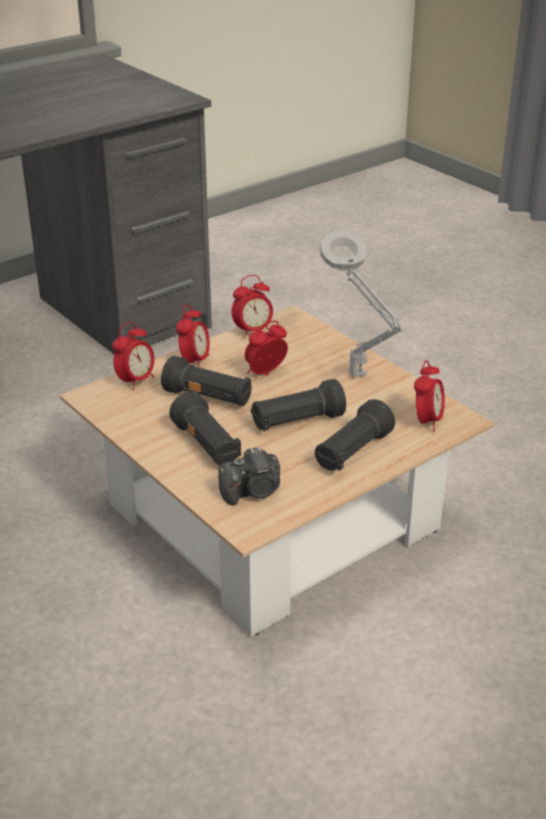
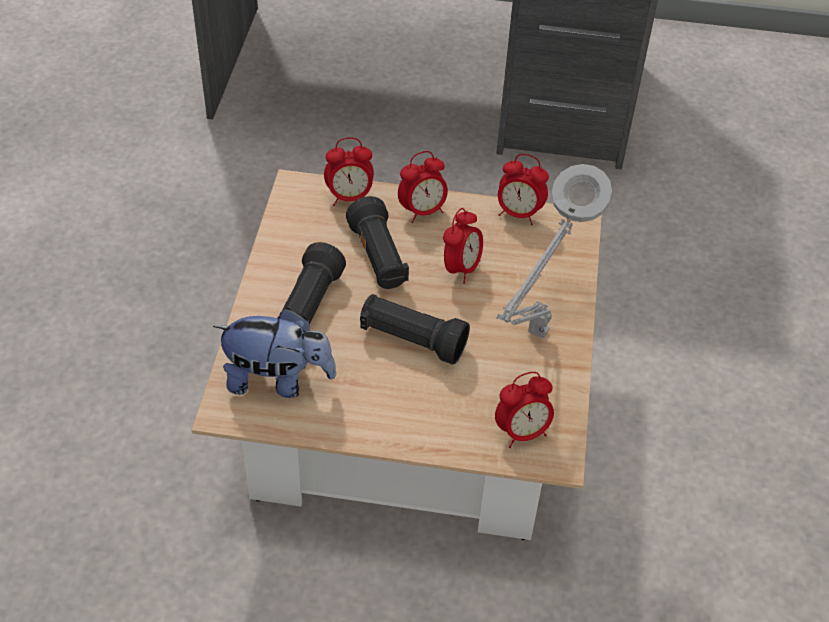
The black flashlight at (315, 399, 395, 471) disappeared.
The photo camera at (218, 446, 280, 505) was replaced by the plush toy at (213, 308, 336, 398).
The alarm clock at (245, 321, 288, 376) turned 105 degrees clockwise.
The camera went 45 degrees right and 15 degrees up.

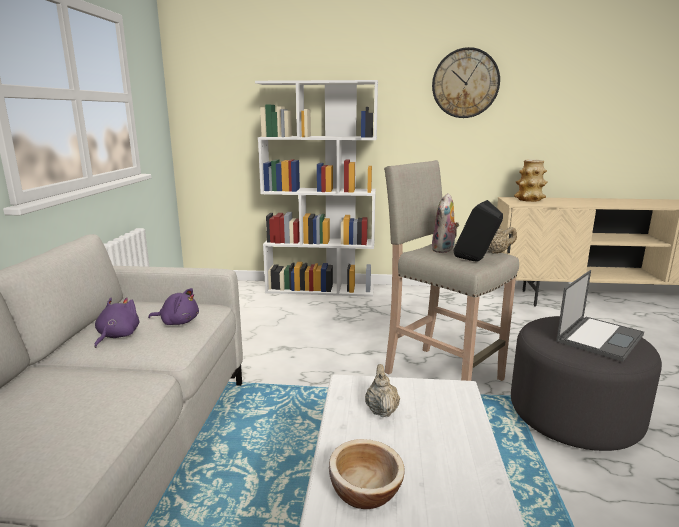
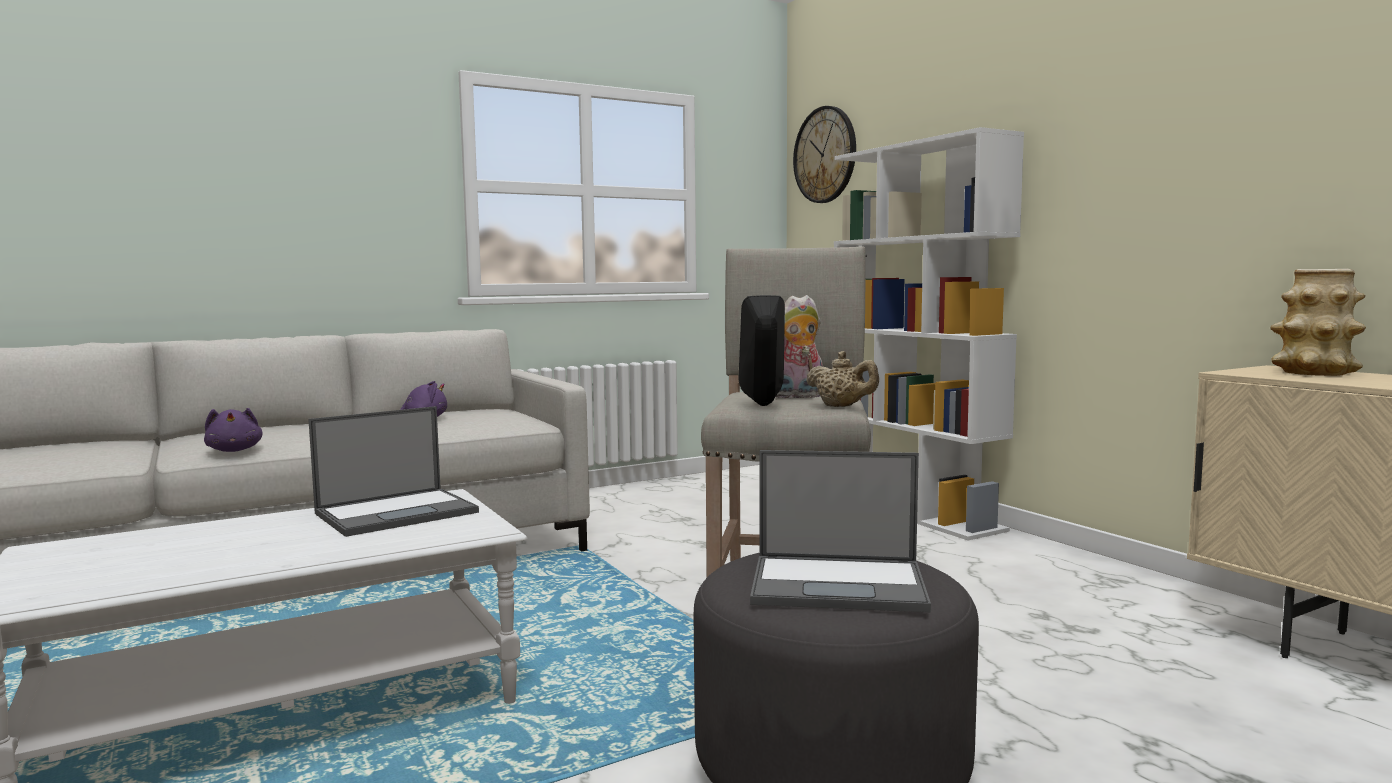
The bowl at (329, 439, 405, 509) disappeared.
The purple plush toy moved from (148, 288, 199, 325) to (204, 408, 263, 452).
The wall clock moved from (432, 47, 500, 118) to (793, 106, 856, 203).
The beige teapot at (365, 364, 400, 417) was replaced by the laptop at (308, 406, 479, 537).
The camera went 55 degrees right and 10 degrees down.

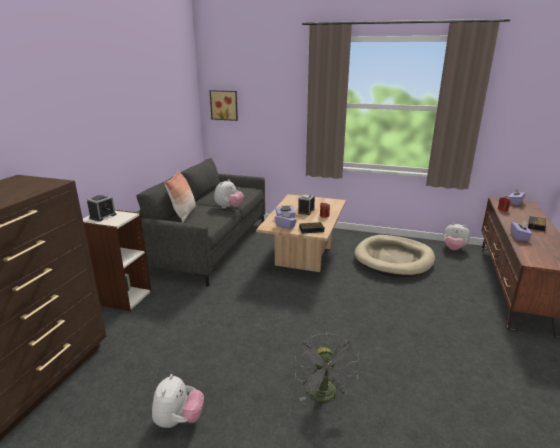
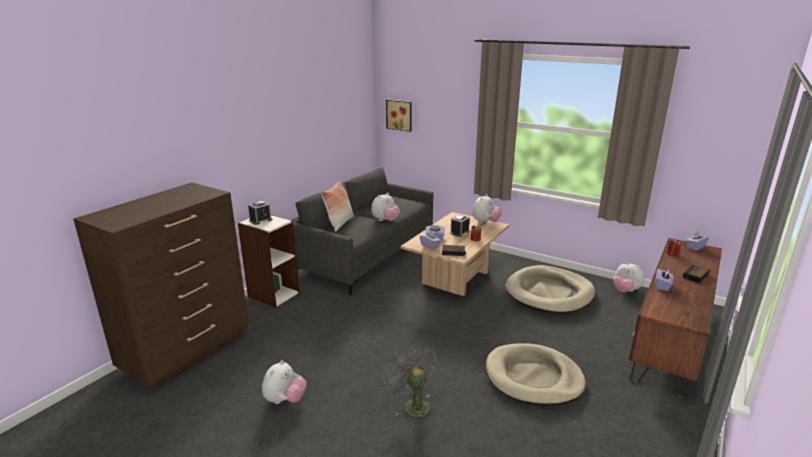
The plush toy at (473, 194, 502, 224) appeared.
The beige dog bed at (486, 343, 586, 406) appeared.
The grey fan at (293, 333, 359, 401) turned 135 degrees clockwise.
The camera went 15 degrees right and 0 degrees up.

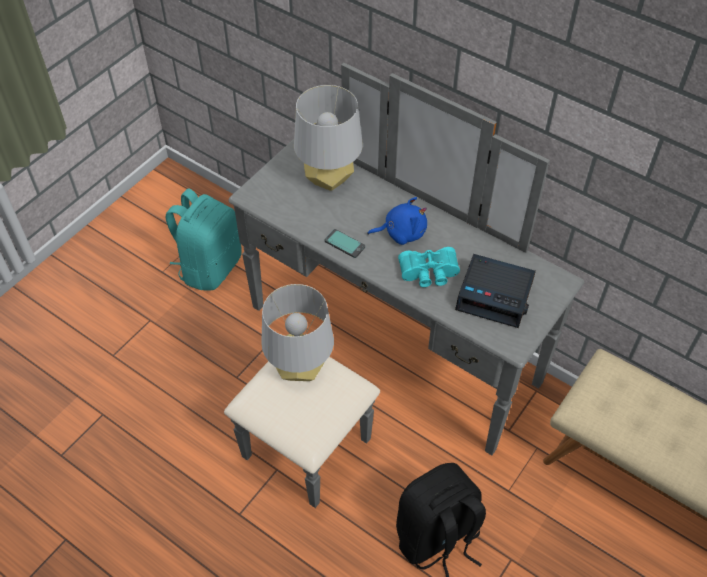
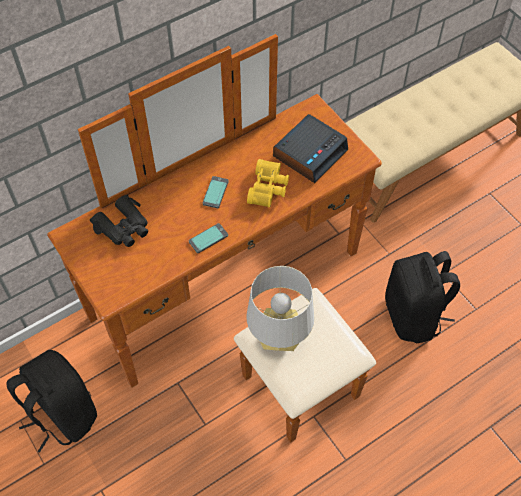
The grey table lamp at (294, 85, 363, 191) was replaced by the black binoculars at (90, 194, 148, 247).
The blue plush toy at (368, 197, 427, 245) was replaced by the phone at (203, 176, 229, 208).
The turquoise backpack at (166, 189, 242, 291) became the black backpack at (6, 350, 97, 453).
The grey dresser at (224, 63, 585, 508) became the brown dresser at (47, 34, 382, 443).
The turquoise binoculars at (398, 247, 460, 287) became the yellow binoculars at (247, 159, 289, 208).
The camera went 70 degrees left and 5 degrees up.

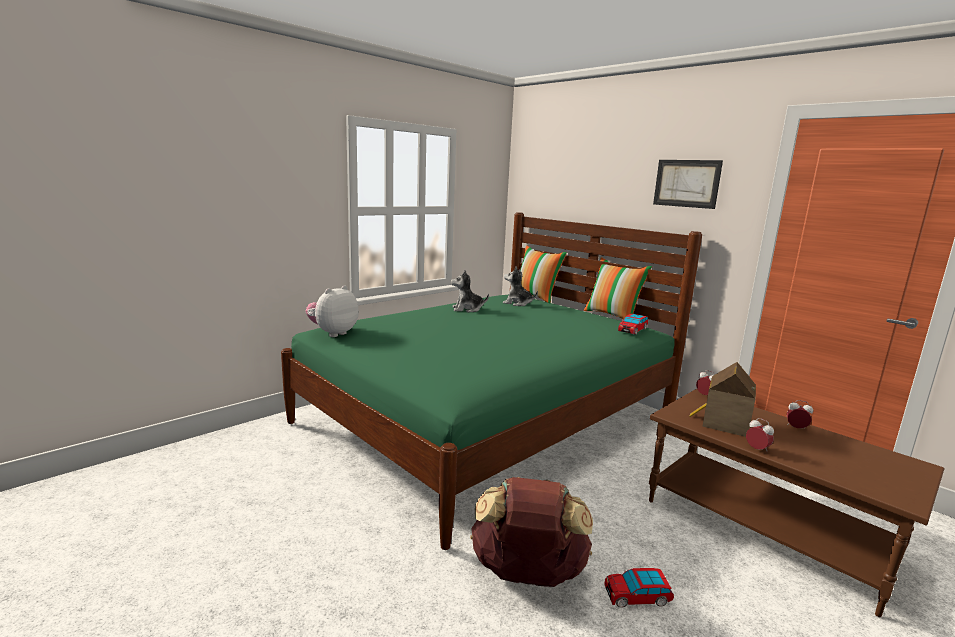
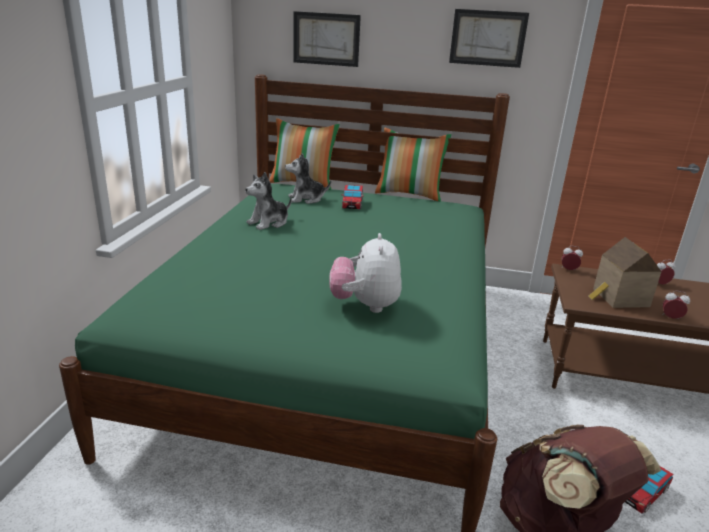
The picture at (294, 11, 361, 67) appeared.
The plush toy moved from (305, 285, 359, 337) to (329, 233, 402, 313).
The toy car moved from (618, 314, 648, 335) to (342, 185, 364, 209).
The camera went 35 degrees left and 10 degrees up.

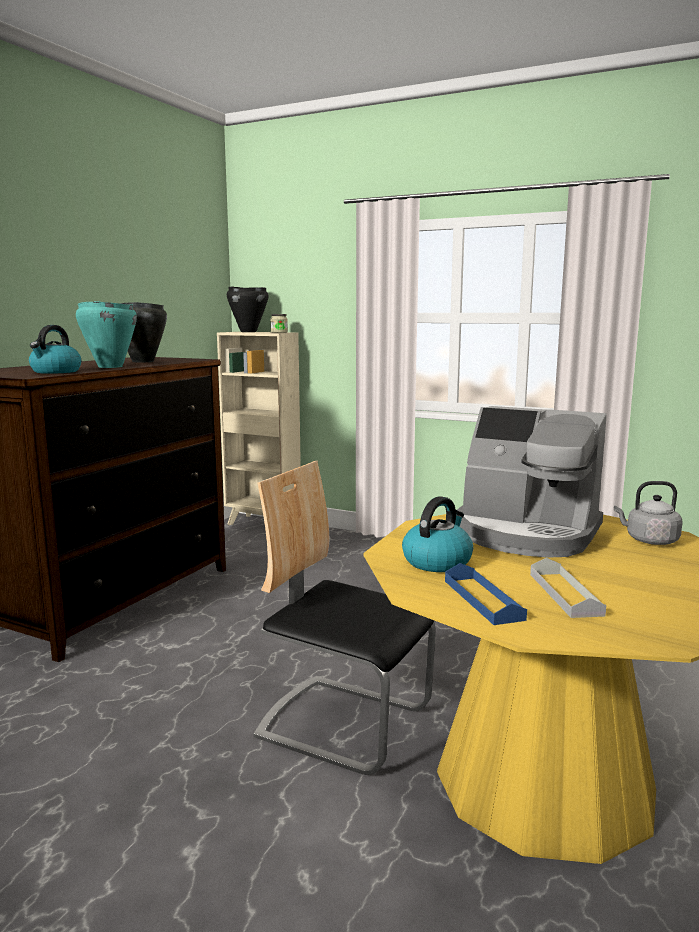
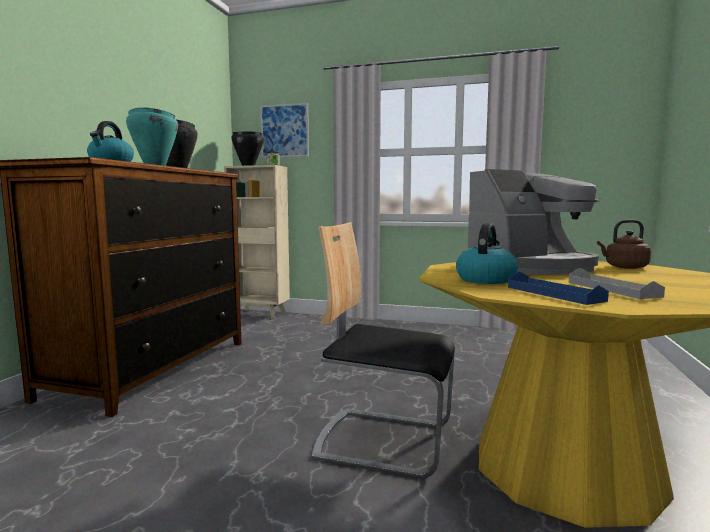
The picture at (260, 103, 309, 158) appeared.
The grey kettle at (614, 481, 683, 545) became the brown kettle at (597, 220, 651, 269).
The coffee machine at (457, 406, 607, 558) turned 45 degrees counterclockwise.
The camera went 10 degrees left and 5 degrees down.

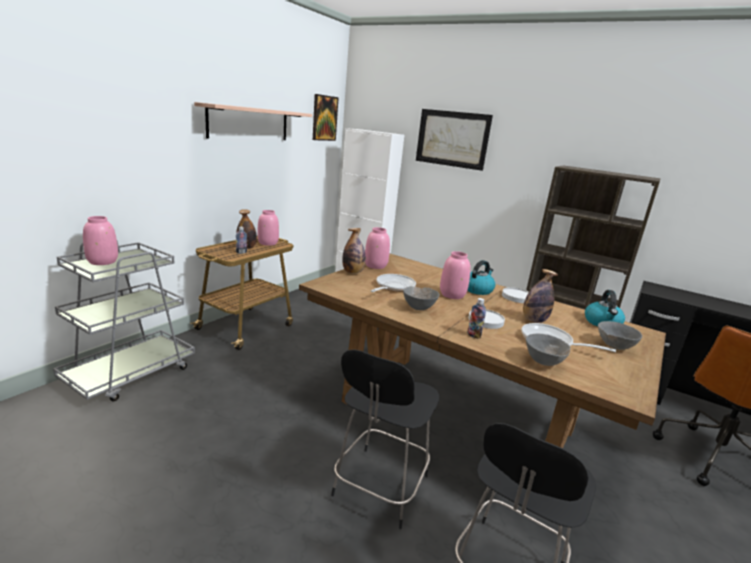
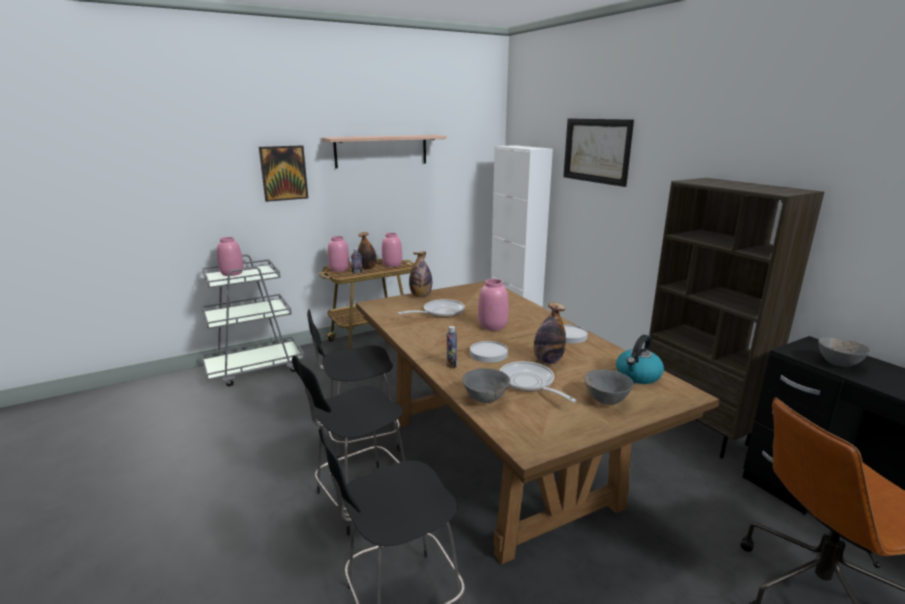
The kettle at (467, 260, 496, 295) disappeared.
The black stool at (307, 309, 400, 458) appeared.
The picture moved from (313, 94, 339, 141) to (259, 145, 308, 202).
The pink vase moved from (365, 227, 390, 269) to (328, 236, 350, 272).
The grey bowl moved from (403, 286, 440, 310) to (818, 337, 871, 367).
The camera went 30 degrees right and 0 degrees up.

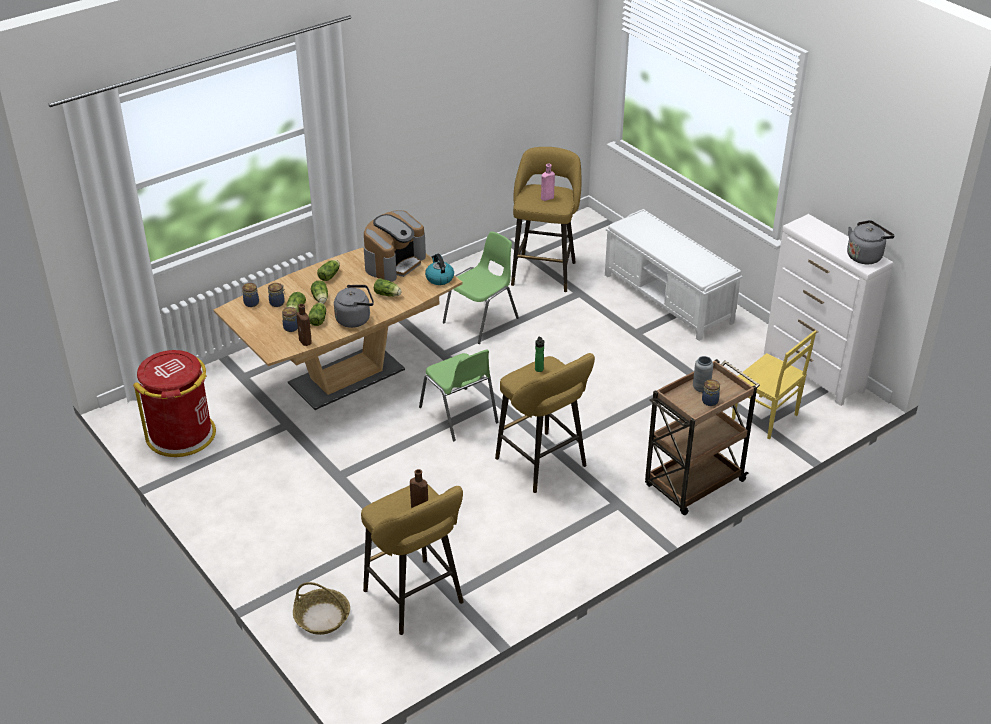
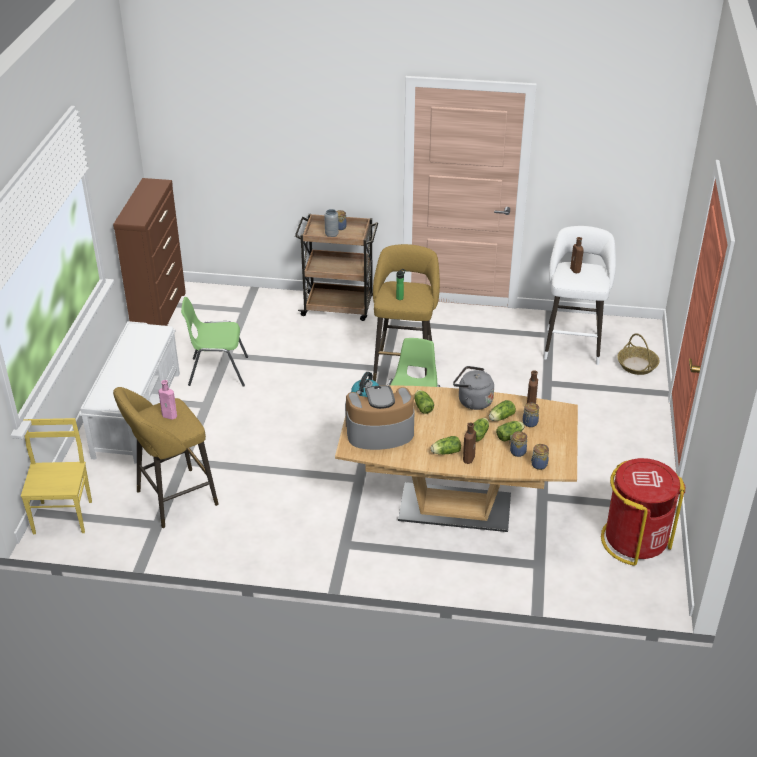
The grey kettle at (847, 220, 895, 264) disappeared.
The brown bottle at (463, 422, 476, 464) appeared.
The green chair moved from (443, 232, 519, 344) to (181, 297, 248, 387).
The yellow chair moved from (732, 331, 816, 439) to (21, 418, 92, 534).
The yellow stool at (361, 485, 464, 635) became the white stool at (544, 226, 616, 365).
The white dresser at (764, 214, 894, 406) became the brown dresser at (113, 178, 186, 326).
The camera went 135 degrees left and 0 degrees up.

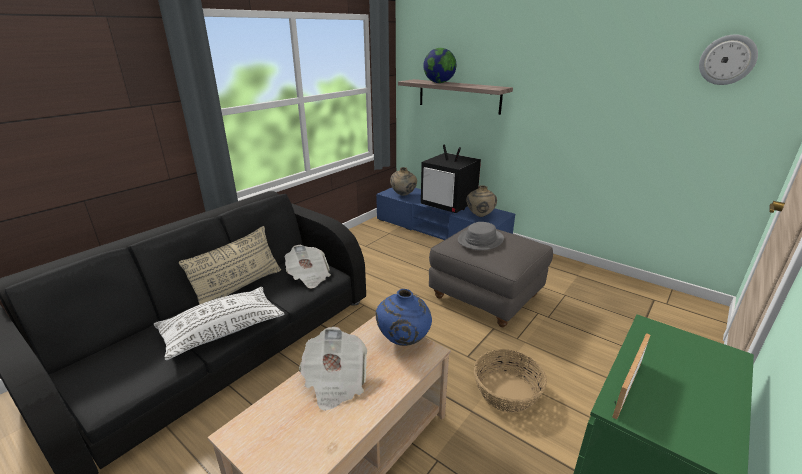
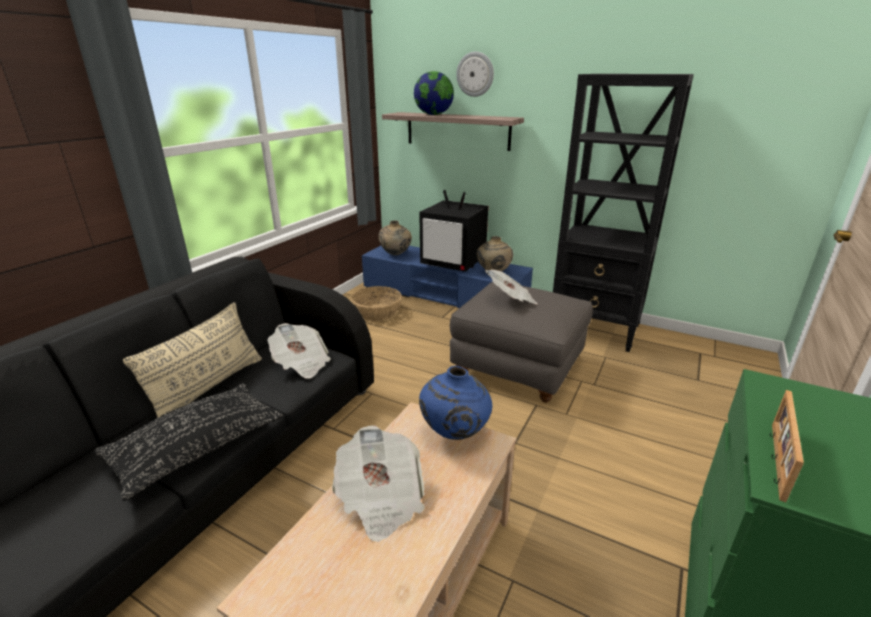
The black bookcase at (553, 74, 694, 352) appeared.
The basket moved from (474, 349, 547, 413) to (351, 286, 402, 321).
The wall clock moved from (699, 34, 758, 85) to (456, 51, 494, 97).
The grey hat at (458, 222, 504, 250) was replaced by the newspaper at (485, 270, 537, 304).
The white pillow at (154, 287, 285, 360) became the black pillow at (94, 383, 284, 501).
The camera went 10 degrees left and 0 degrees up.

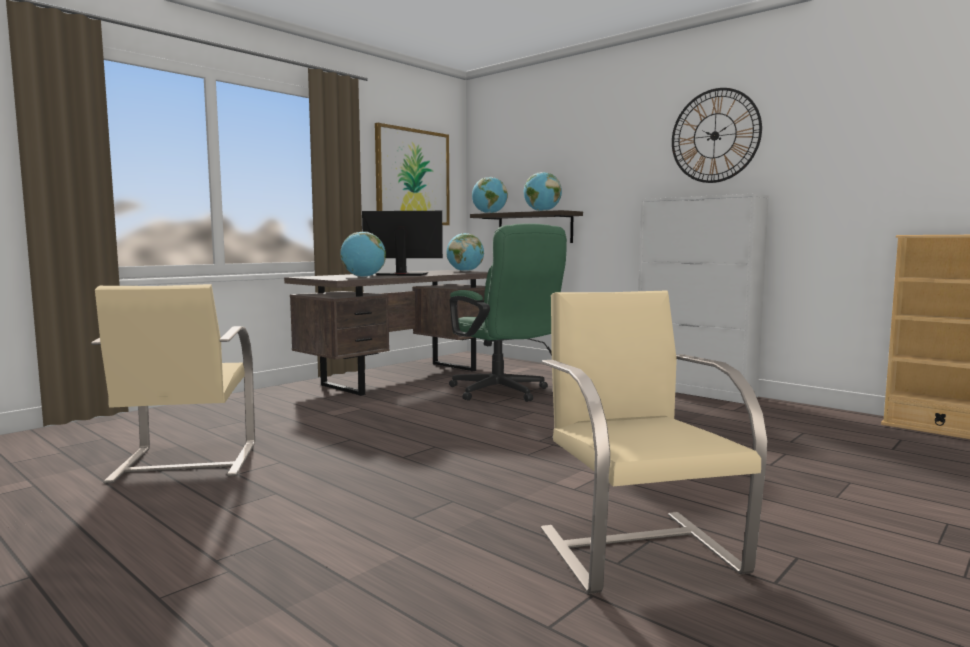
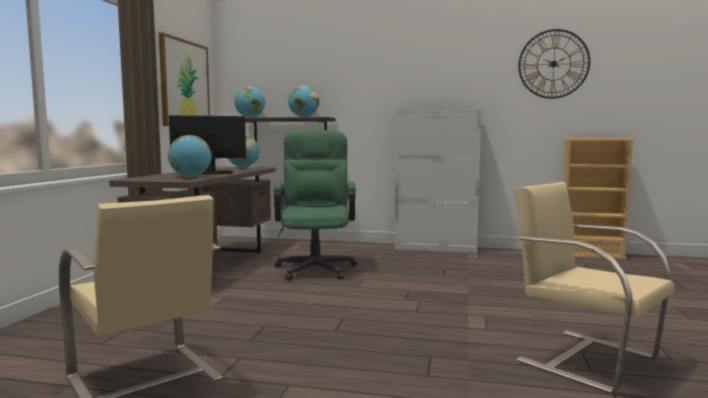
The wall clock moved from (672, 88, 762, 183) to (518, 29, 590, 99).
The green office chair at (449, 223, 567, 402) turned 120 degrees counterclockwise.
The camera went 30 degrees left and 0 degrees up.

